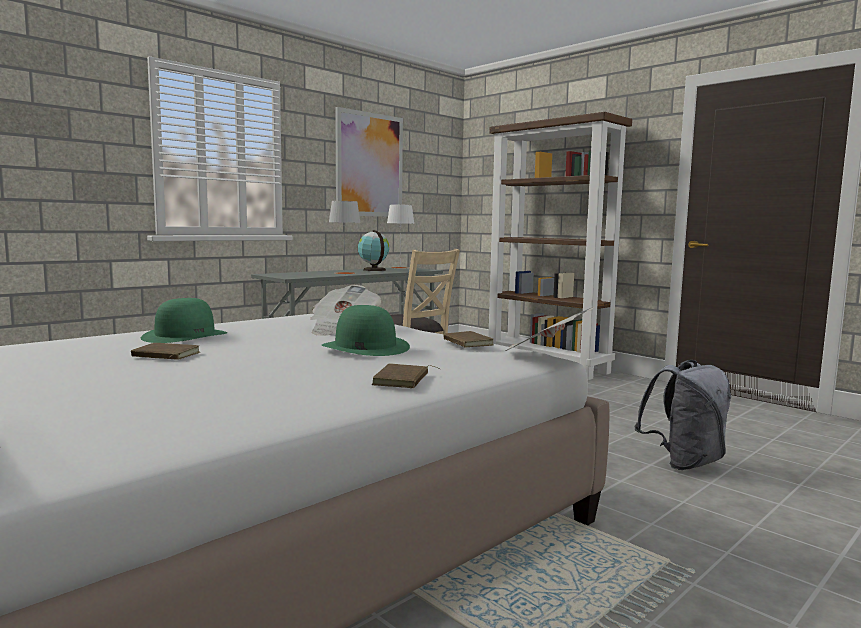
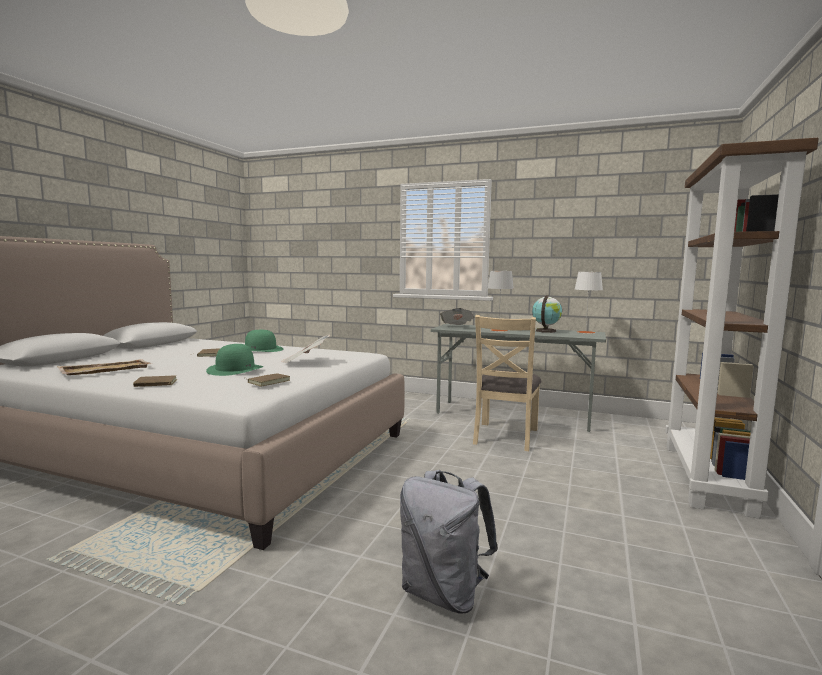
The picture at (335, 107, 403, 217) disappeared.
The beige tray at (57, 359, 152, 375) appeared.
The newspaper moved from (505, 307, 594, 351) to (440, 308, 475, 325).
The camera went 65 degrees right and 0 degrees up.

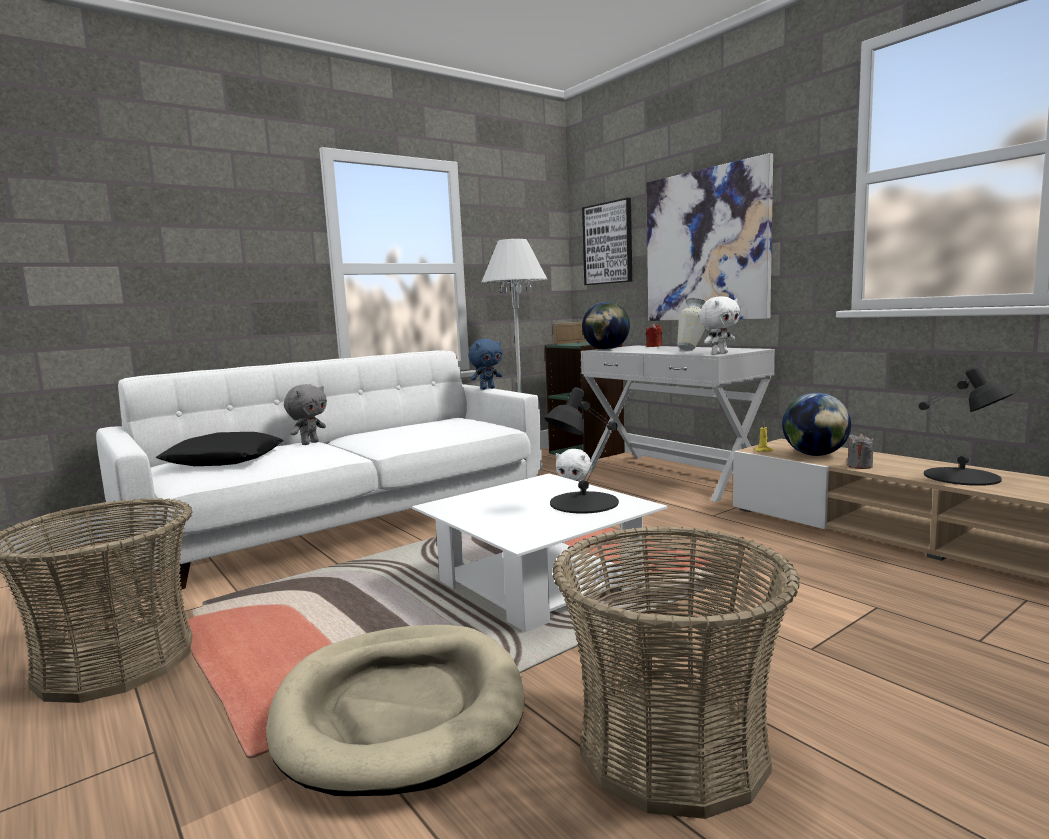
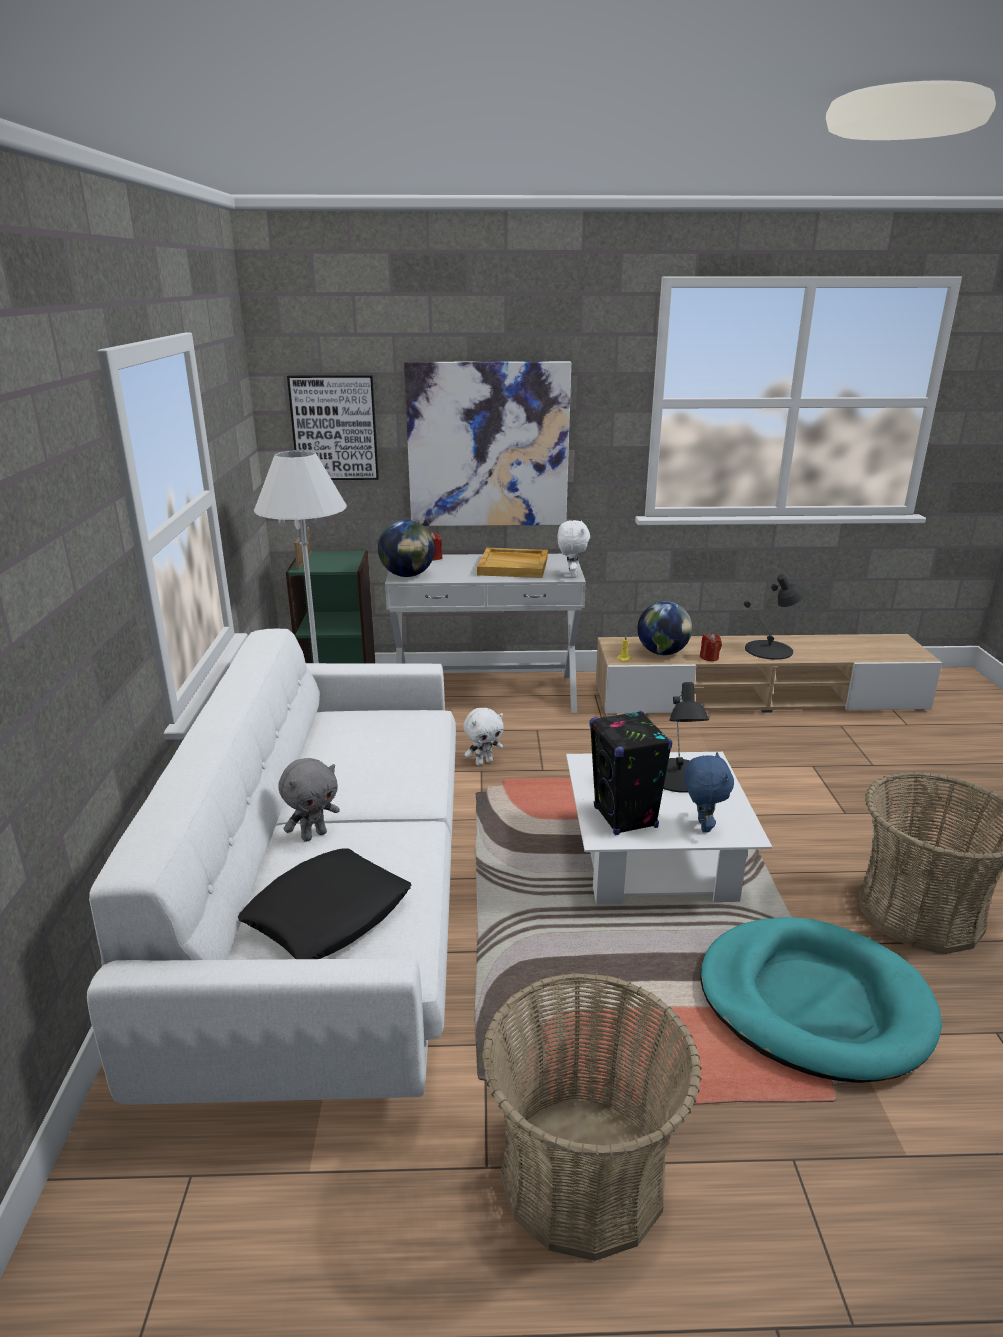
The black speaker at (589, 711, 672, 835) appeared.
The blue plush toy moved from (468, 339, 502, 390) to (684, 752, 734, 833).
The vase at (677, 298, 706, 351) was replaced by the beige tray at (477, 548, 548, 578).
The beige dog bed at (266, 625, 525, 796) became the turquoise dog bed at (701, 917, 942, 1083).
The grey candle at (847, 433, 874, 469) became the red candle at (700, 633, 722, 661).
The grey plush toy at (284, 384, 327, 445) turned 75 degrees clockwise.
The camera went 55 degrees left and 15 degrees up.

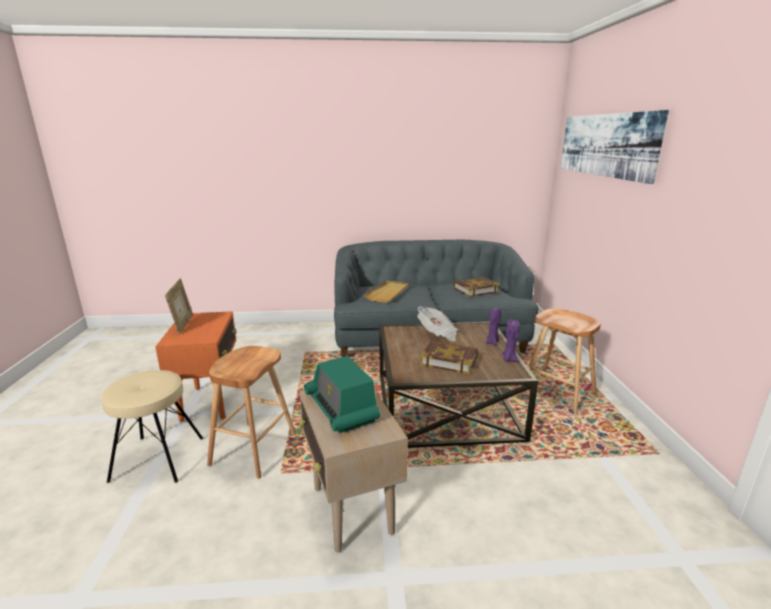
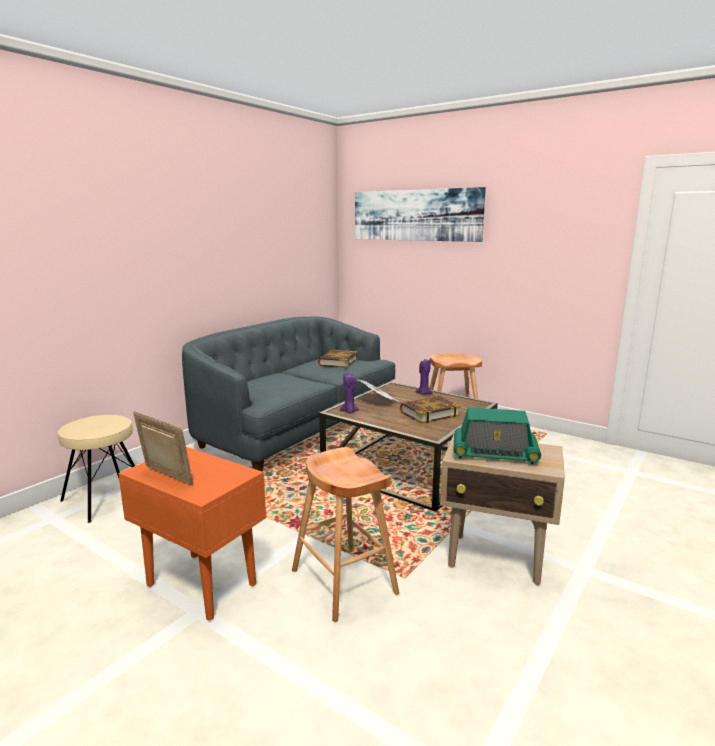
The beige tray at (364, 281, 409, 303) disappeared.
The beige stool moved from (101, 370, 203, 483) to (58, 415, 135, 523).
The purple candle moved from (502, 319, 520, 361) to (340, 373, 359, 413).
The camera went 50 degrees left and 5 degrees down.

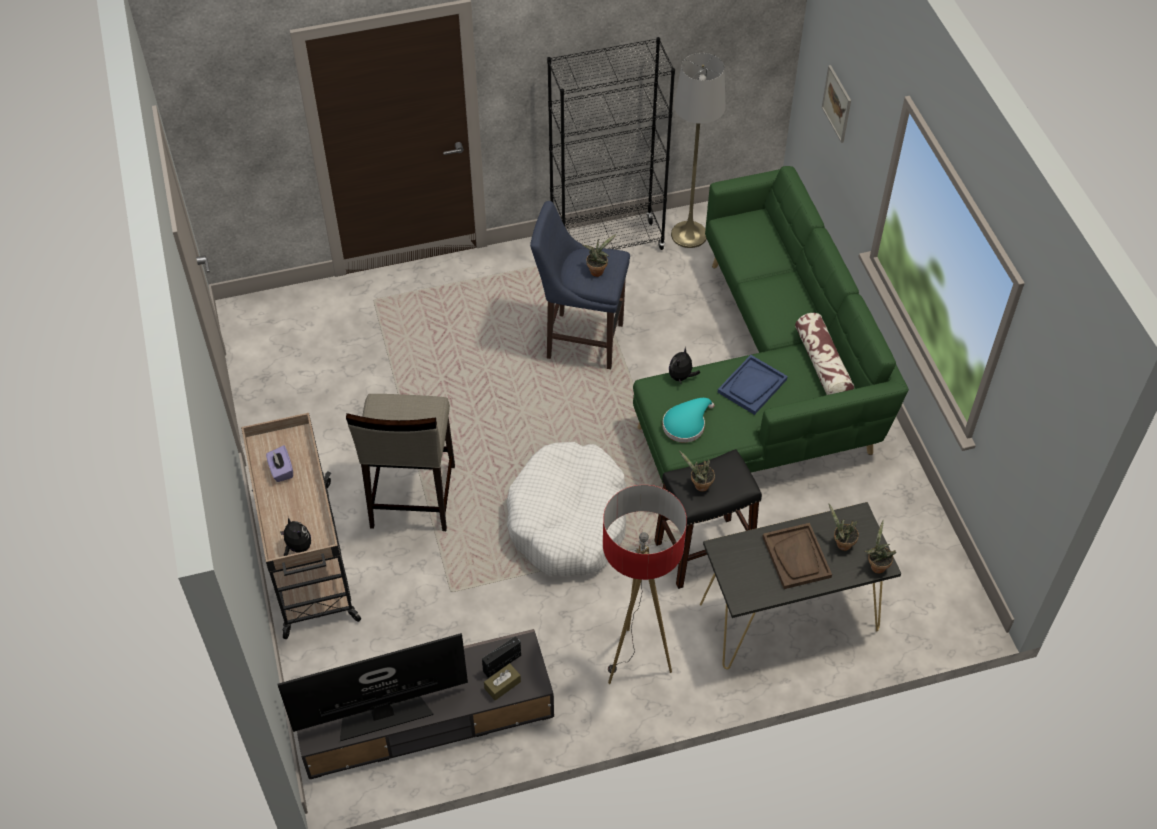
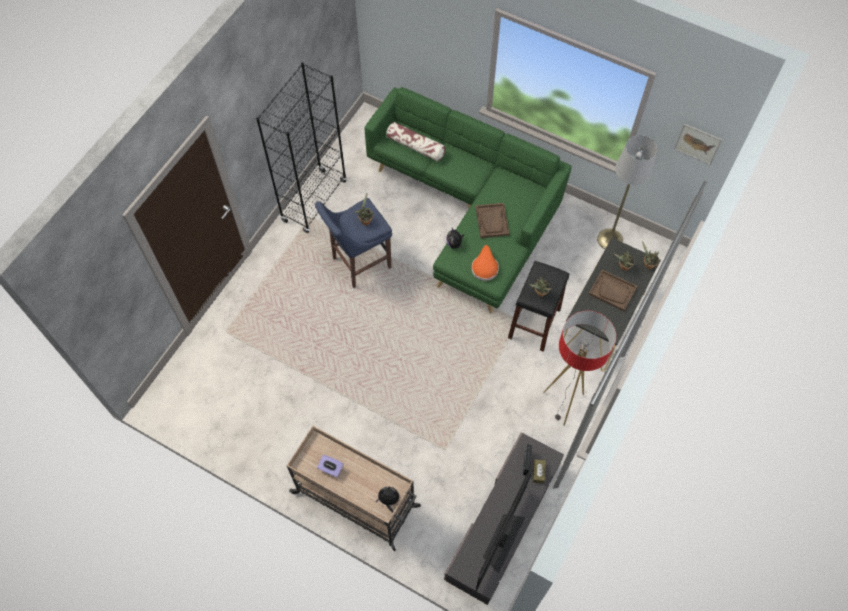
The beige stool at (346, 394, 455, 531) disappeared.
The white dog bed at (506, 442, 627, 576) disappeared.
The grey floor lamp moved from (671, 53, 725, 248) to (597, 135, 657, 249).
The pillow moved from (795, 313, 854, 395) to (386, 122, 446, 162).
The picture moved from (822, 65, 851, 143) to (674, 123, 723, 165).
The turquoise hat at (662, 398, 714, 443) became the orange hat at (471, 245, 499, 281).
The blue tray at (717, 355, 788, 415) became the brown tray at (476, 203, 510, 238).
The camera went 45 degrees left and 10 degrees up.

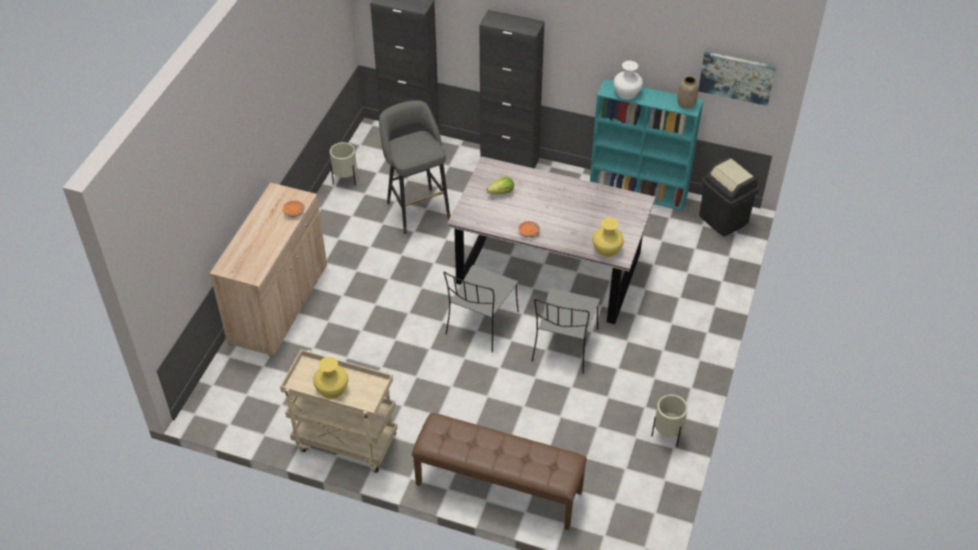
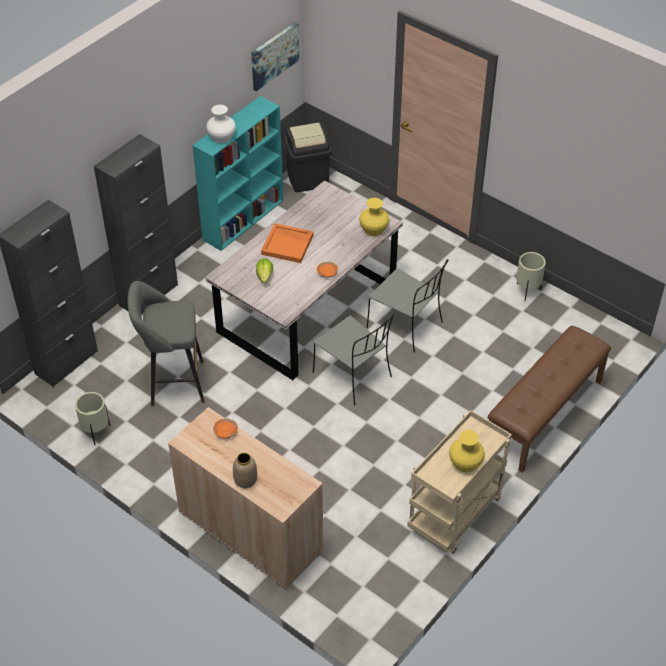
The orange tray at (261, 223, 313, 263) appeared.
The vase moved from (677, 76, 698, 109) to (233, 453, 257, 488).
The camera went 70 degrees left and 0 degrees up.

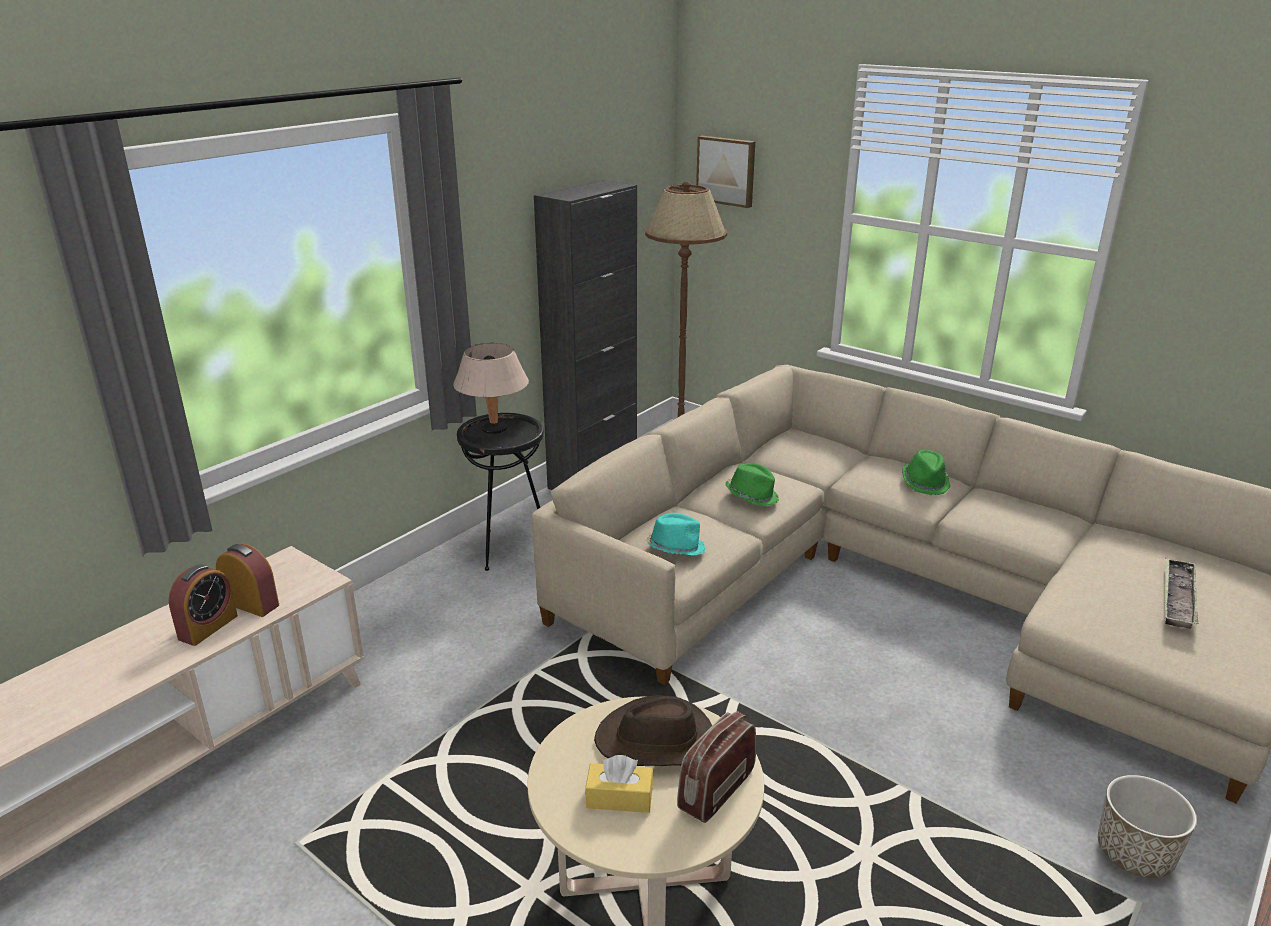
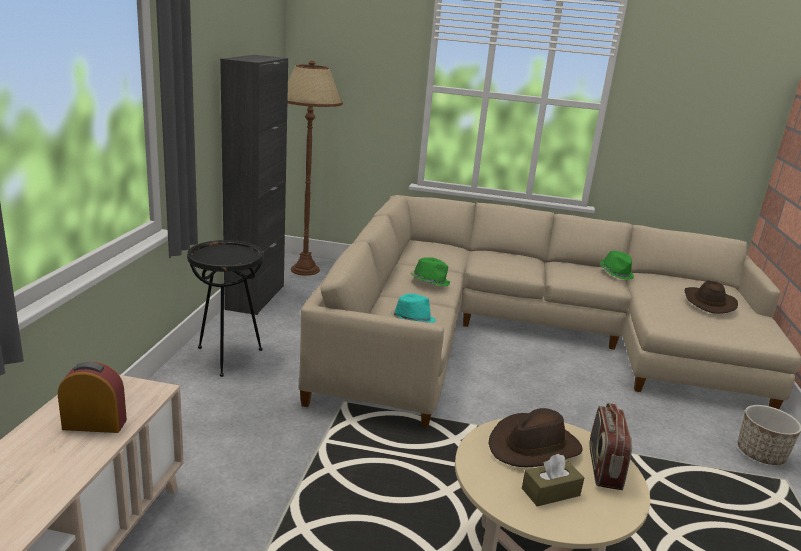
The alarm clock at (168, 564, 238, 646) disappeared.
The beige table lamp at (453, 343, 529, 434) disappeared.
The picture at (696, 136, 755, 208) disappeared.
The green hat moved from (902, 450, 951, 495) to (600, 251, 634, 280).
The tray at (1165, 558, 1198, 629) was replaced by the brown hat at (685, 280, 738, 314).
The yellow tissue box at (585, 755, 653, 813) became the brown tissue box at (522, 454, 584, 506).
The camera went 30 degrees left and 5 degrees down.

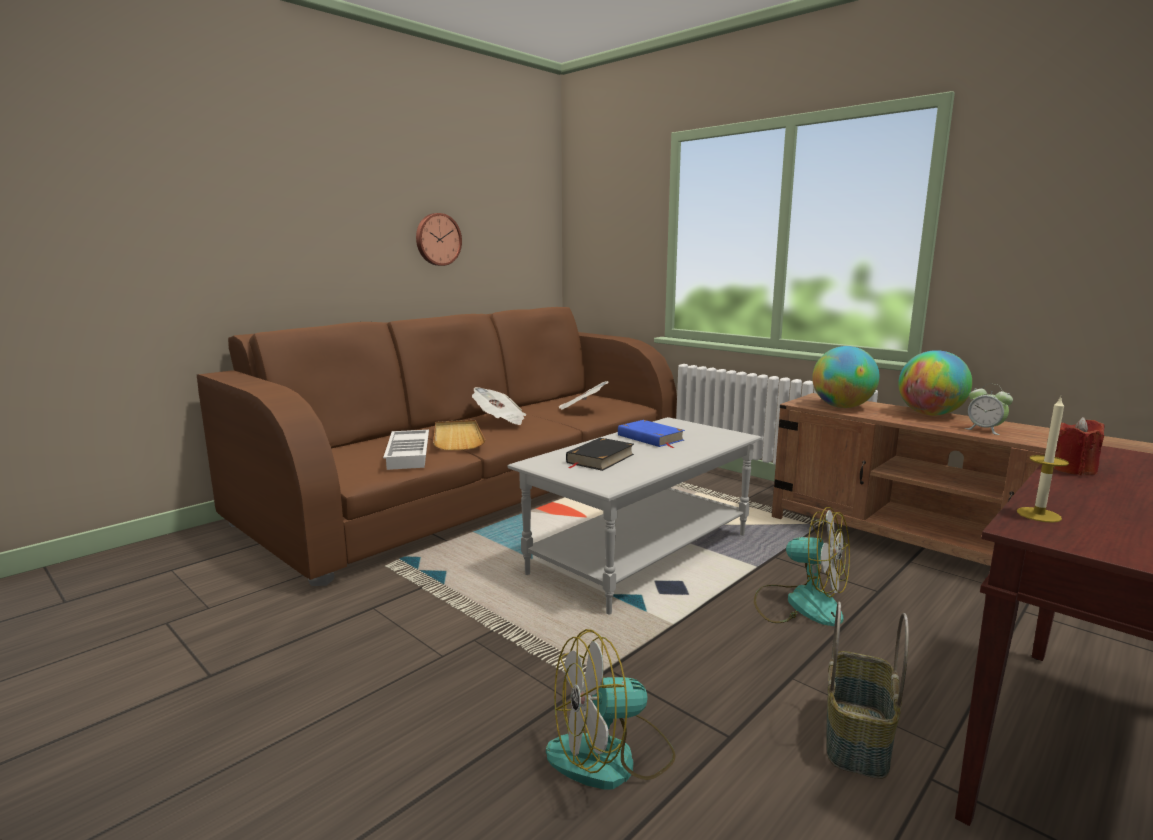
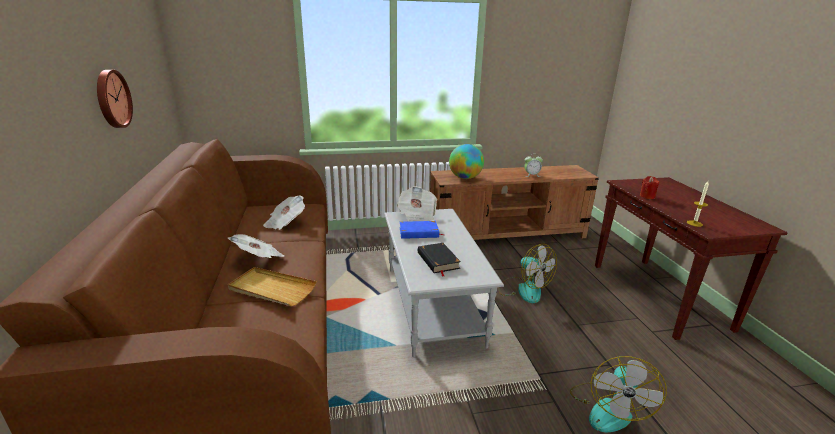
The white tray at (383, 430, 429, 470) disappeared.
The basket at (826, 601, 909, 779) disappeared.
The globe at (898, 350, 972, 416) disappeared.
The newspaper at (397, 186, 437, 222) appeared.
The fan at (754, 507, 850, 626) turned 75 degrees clockwise.
The camera went 55 degrees left and 10 degrees up.

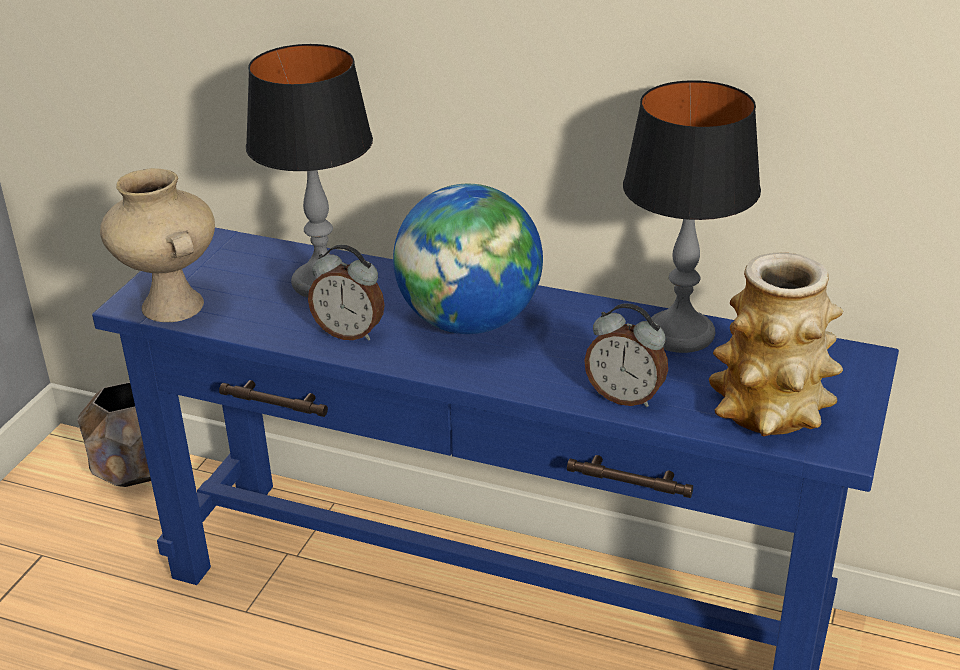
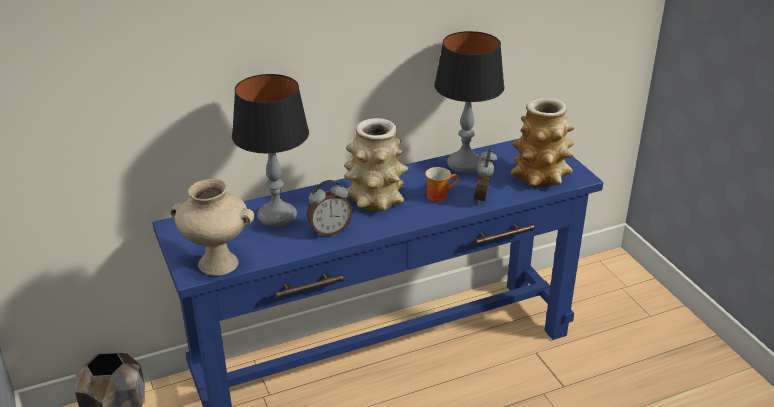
The mug at (425, 167, 459, 202) appeared.
The globe at (393, 184, 543, 334) was replaced by the vase at (344, 118, 409, 211).
The alarm clock at (584, 303, 668, 407) turned 120 degrees clockwise.
The camera went 45 degrees left and 0 degrees up.

